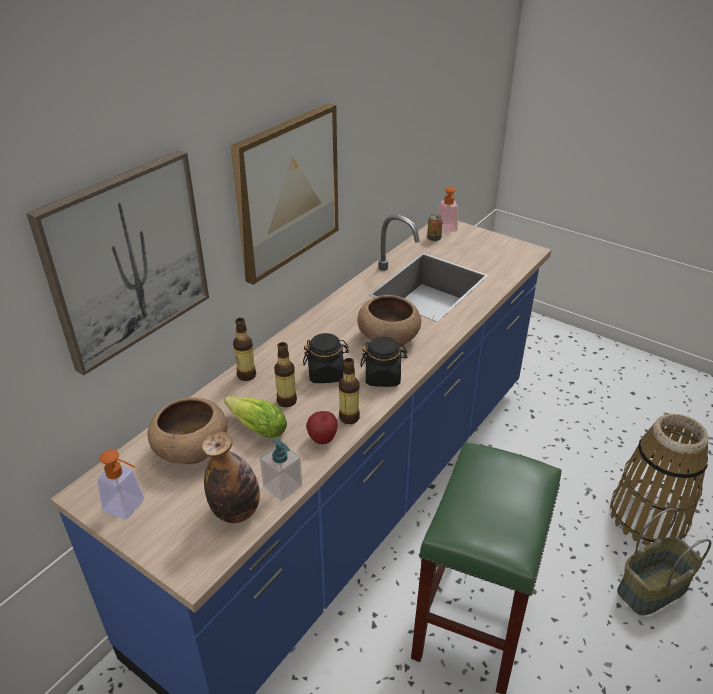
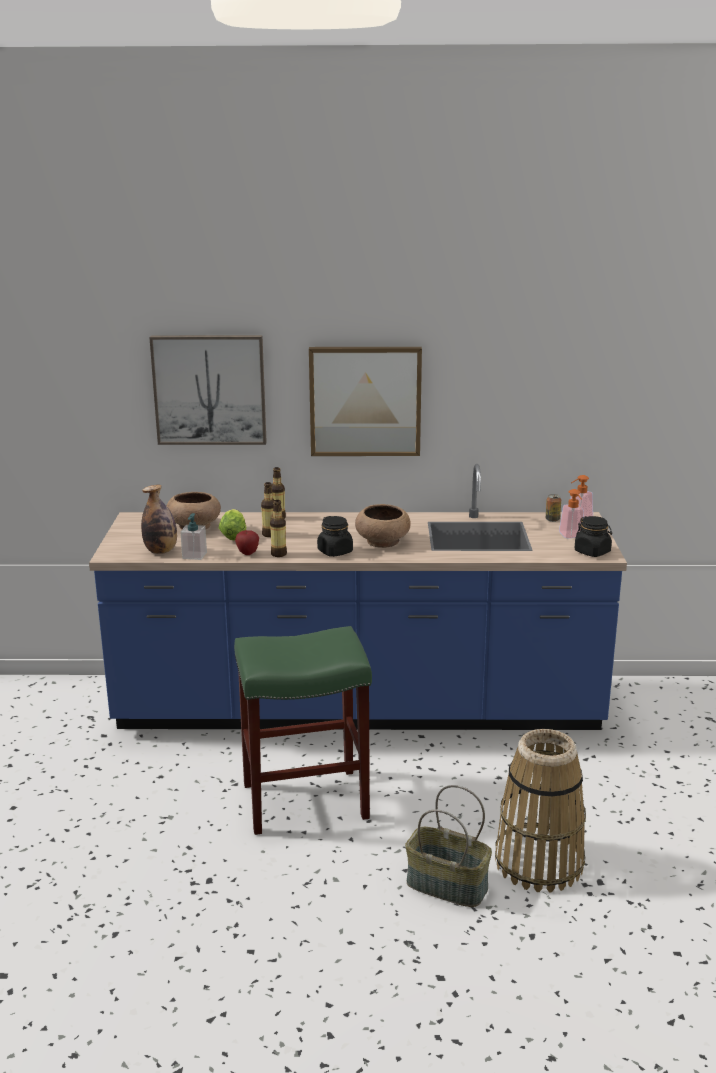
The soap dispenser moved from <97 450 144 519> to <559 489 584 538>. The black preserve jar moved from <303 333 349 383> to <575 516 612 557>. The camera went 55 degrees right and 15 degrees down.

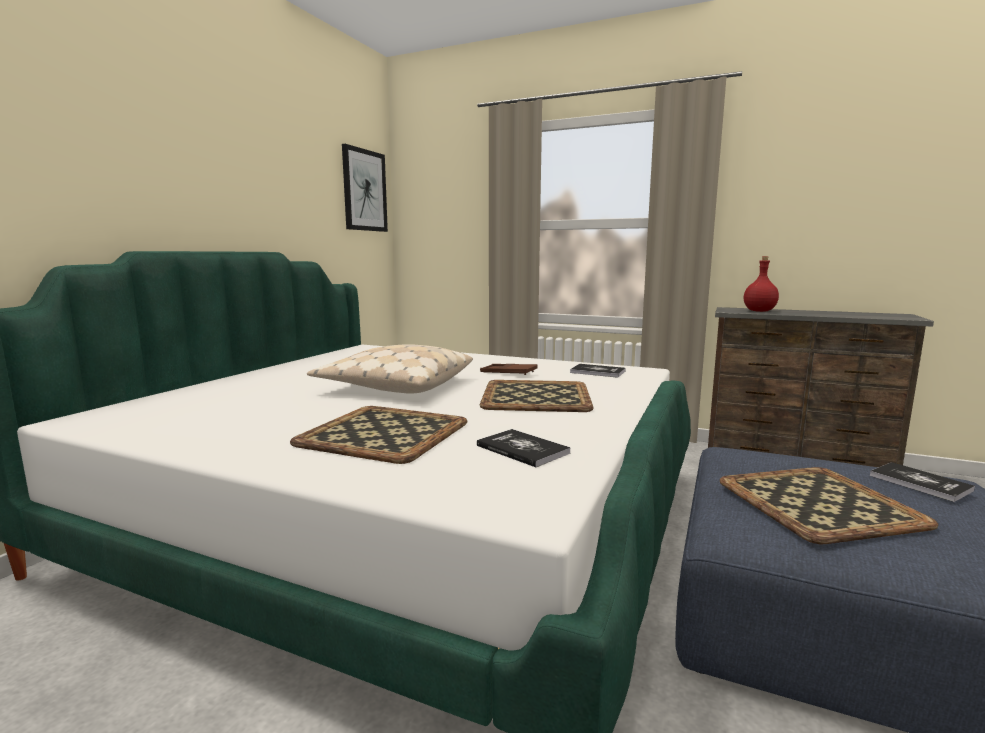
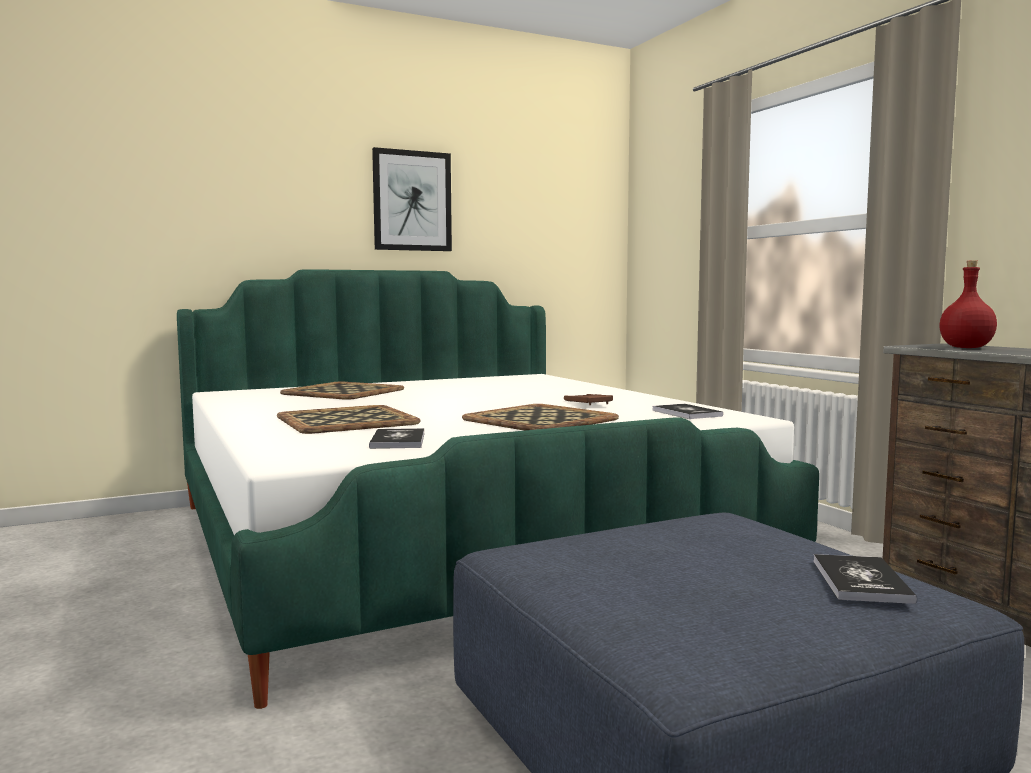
The beige-coloured cushion at <307 344 473 394> disappeared. The wall art moved from <342 144 388 232> to <372 147 452 251>. The tray moved from <720 467 938 544> to <280 382 404 400>. The camera went 40 degrees right and 5 degrees down.

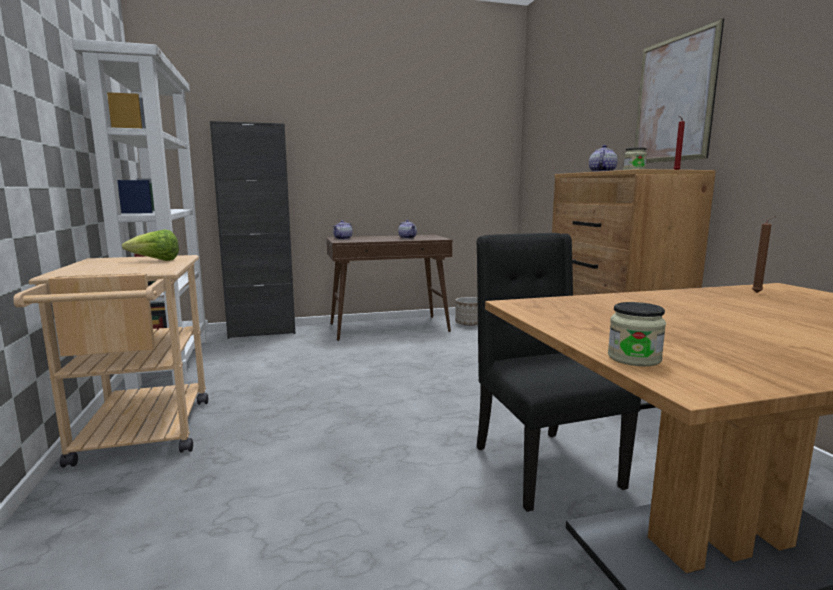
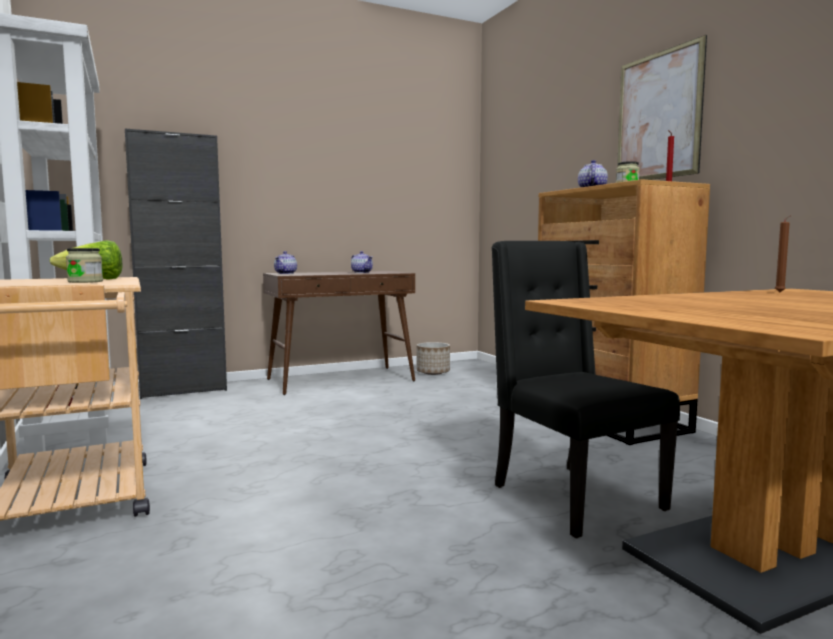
The preserve jar moved from <608 302 666 366> to <66 248 103 283>. The camera went 10 degrees left and 5 degrees down.

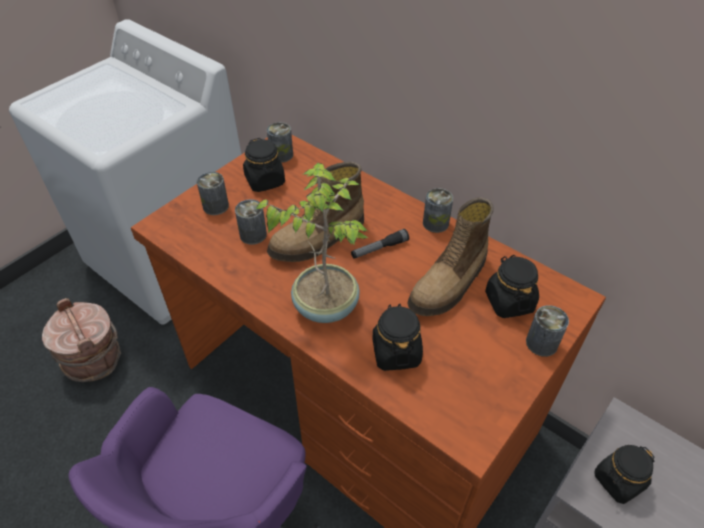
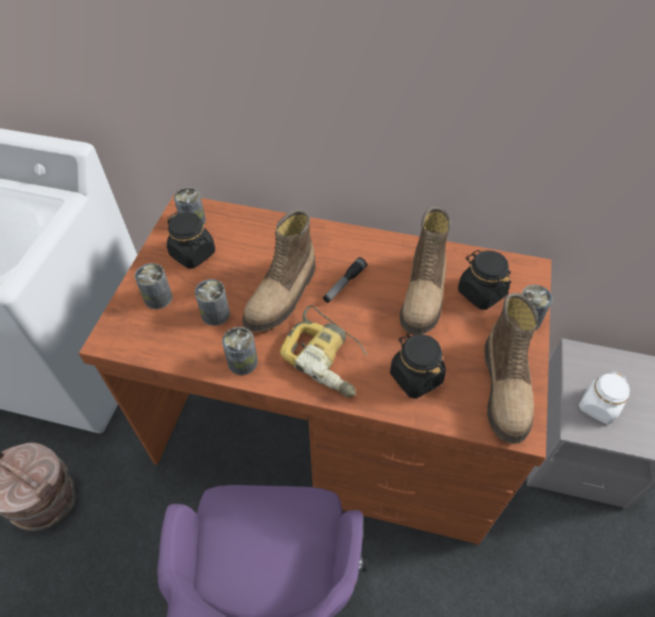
The boot at <484 293 538 444> appeared. The sealed can moved from <423 188 453 233> to <222 327 258 375>. The potted plant at <256 162 369 323> was replaced by the drill at <280 305 368 398>. The black preserve jar at <595 445 654 504> became the white preserve jar at <579 372 630 424>. The camera went 25 degrees left and 5 degrees up.

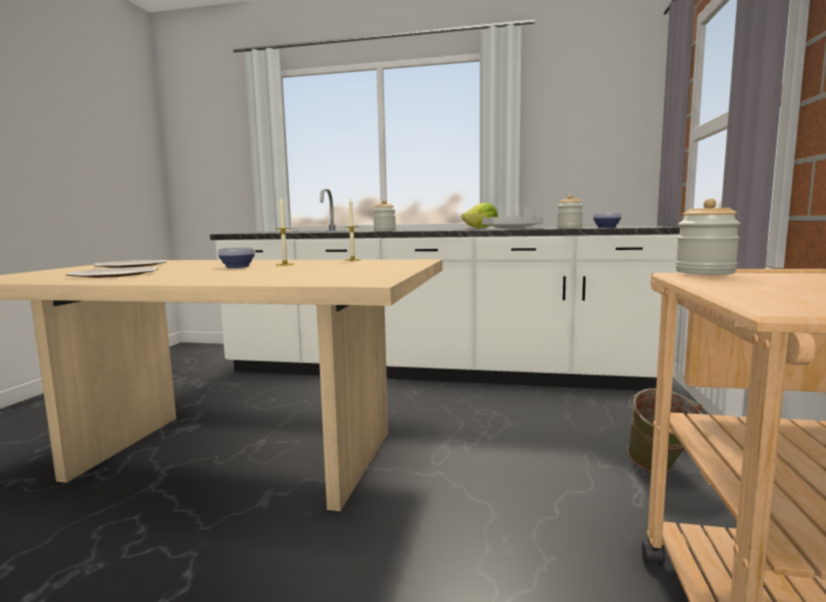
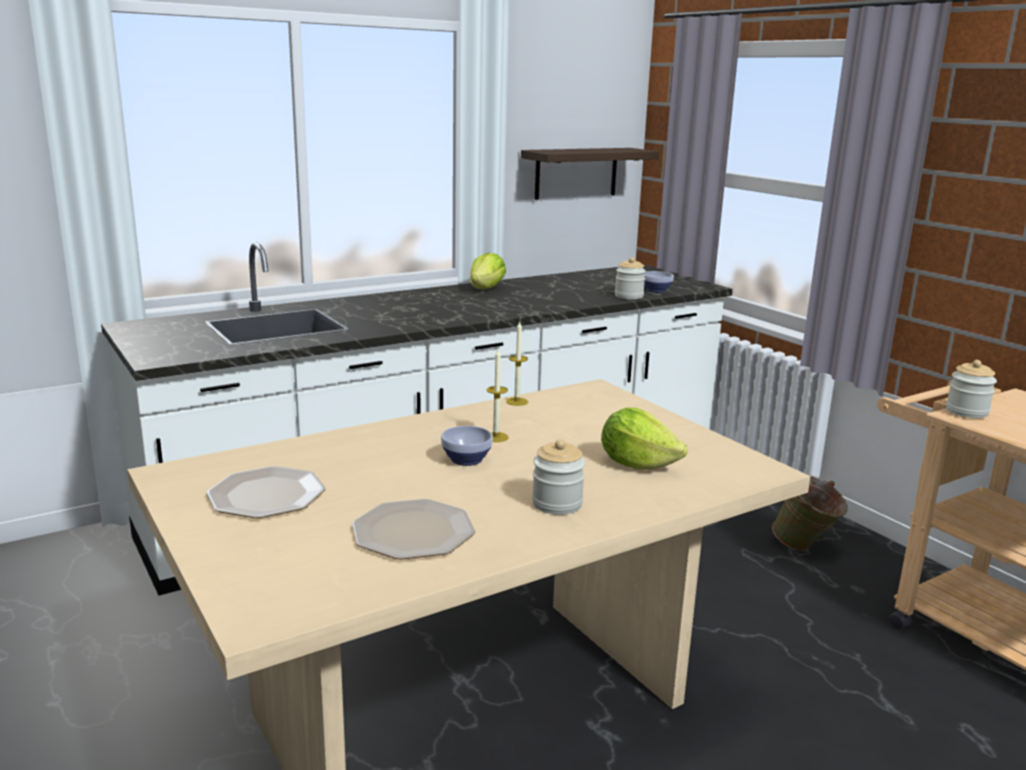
The greyish tray at <482 207 544 229> disappeared. The wall shelf at <521 148 659 200> appeared. The lettuce head at <601 408 688 470> appeared. The preserve jar moved from <373 200 396 231> to <532 439 585 515>. The camera went 45 degrees left and 10 degrees up.

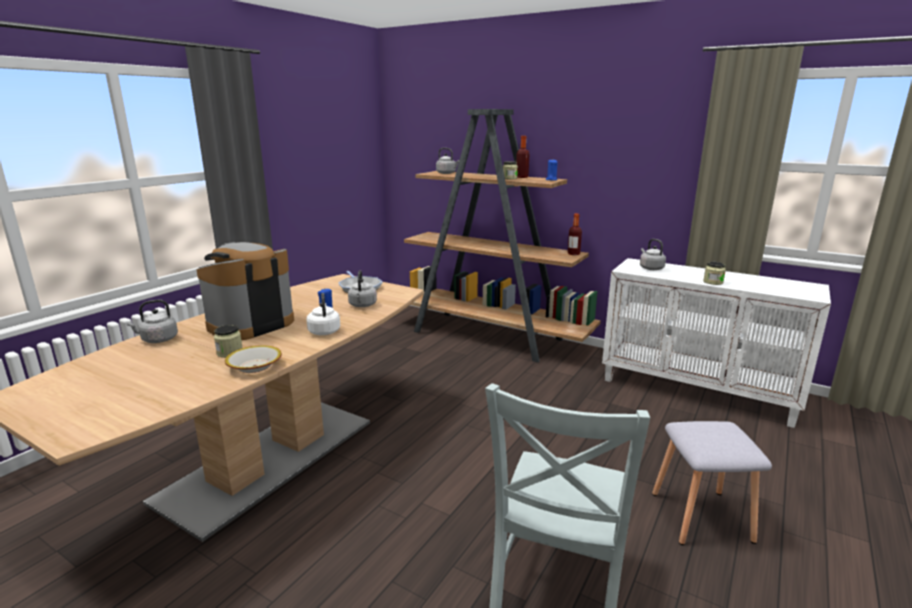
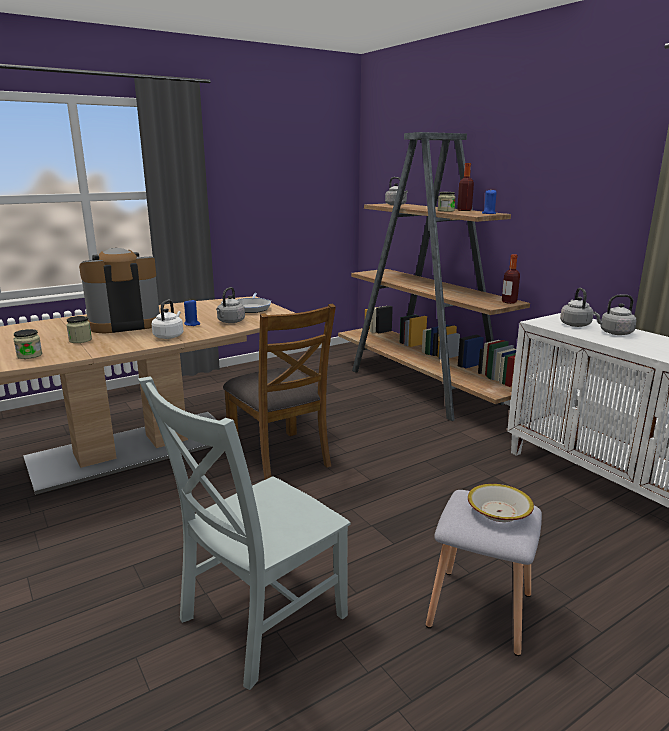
The brown-coloured plain chair at <223 304 336 480> appeared. The greyish water kettle moved from <126 300 178 343> to <593 294 636 335>. The serving bowl moved from <225 345 282 373> to <468 484 534 522>. The preserve jar moved from <703 261 726 285> to <13 329 42 359>. The camera went 25 degrees right and 0 degrees up.

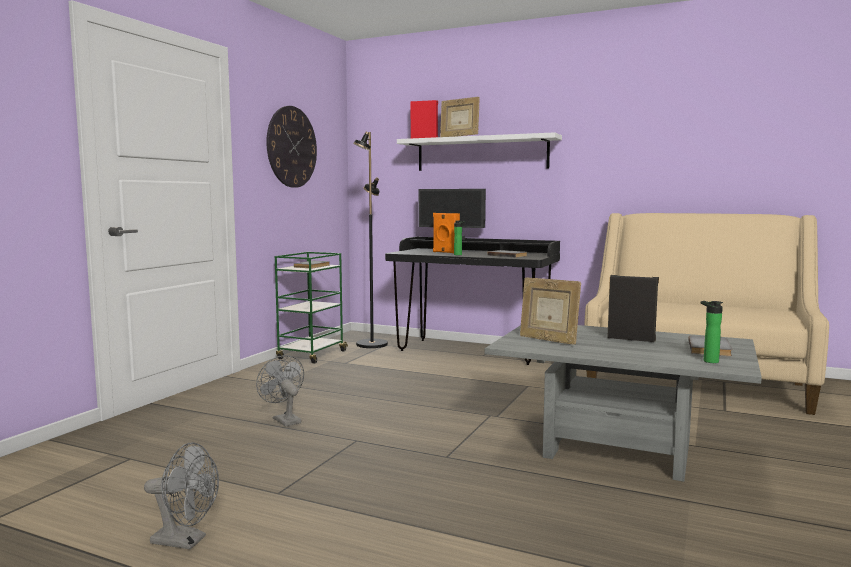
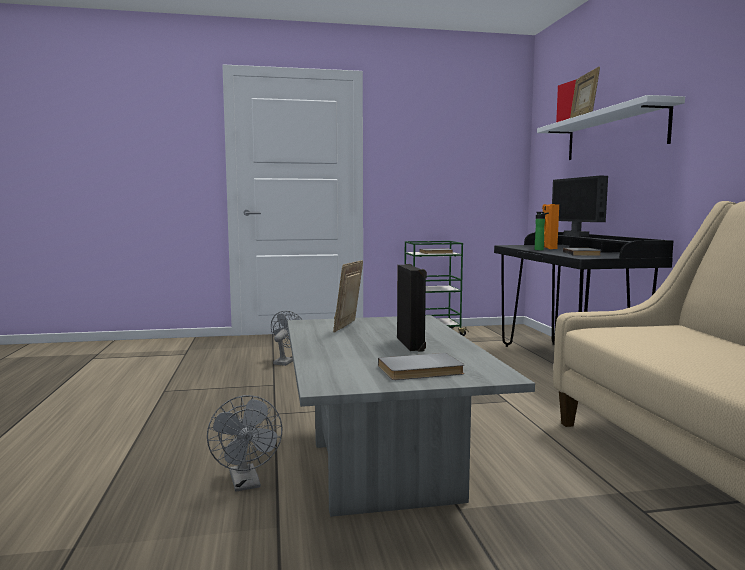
The hanging clock at <266 106 317 188> disappeared. The black standard lamp at <353 132 388 348> disappeared. The beverage bottle at <700 301 723 363> disappeared. The greyish cooling fan moved from <144 442 219 550> to <207 395 283 491>. The camera went 55 degrees right and 0 degrees up.

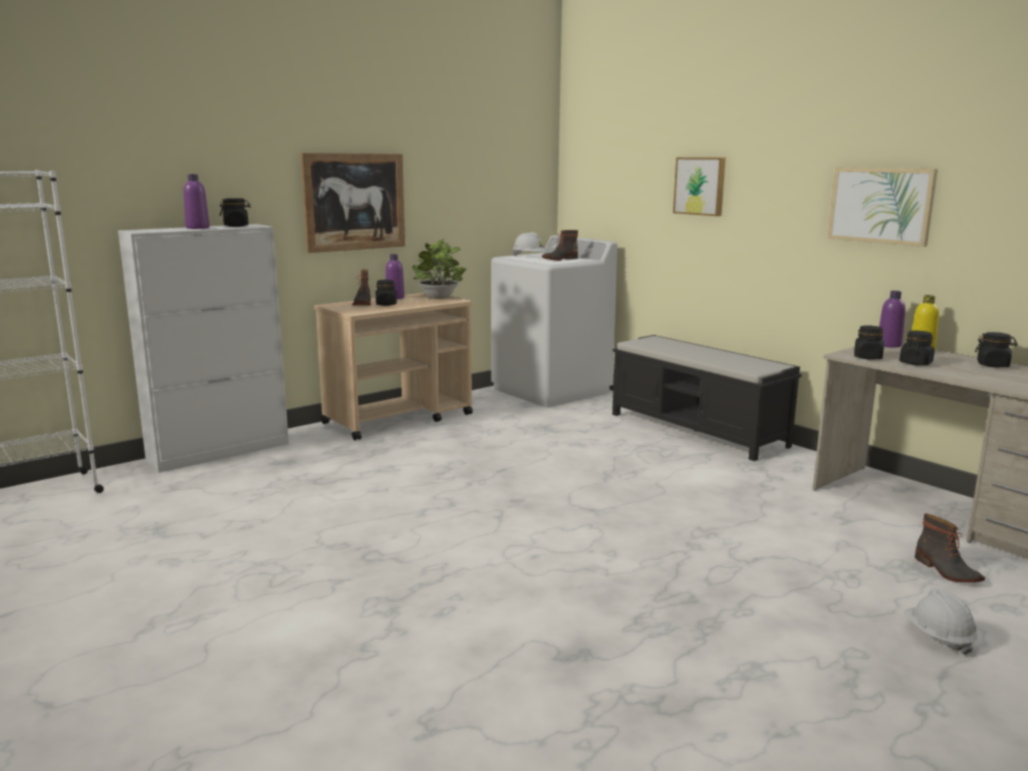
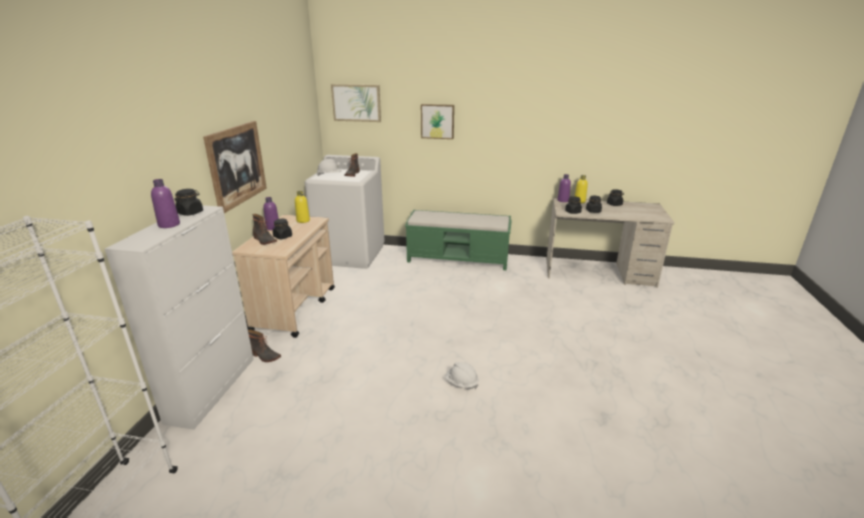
The wall art moved from <827 168 938 247> to <331 84 381 122>. The white safety helmet moved from <904 589 978 655> to <445 362 479 389>. The boot moved from <915 514 985 582> to <248 330 281 362>. The potted plant at <412 239 466 299> was replaced by the yellow-coloured beverage bottle at <295 191 310 223>. The black indoor bench at <612 335 802 461> became the green indoor bench at <405 210 512 270>. The camera went 40 degrees left and 10 degrees up.

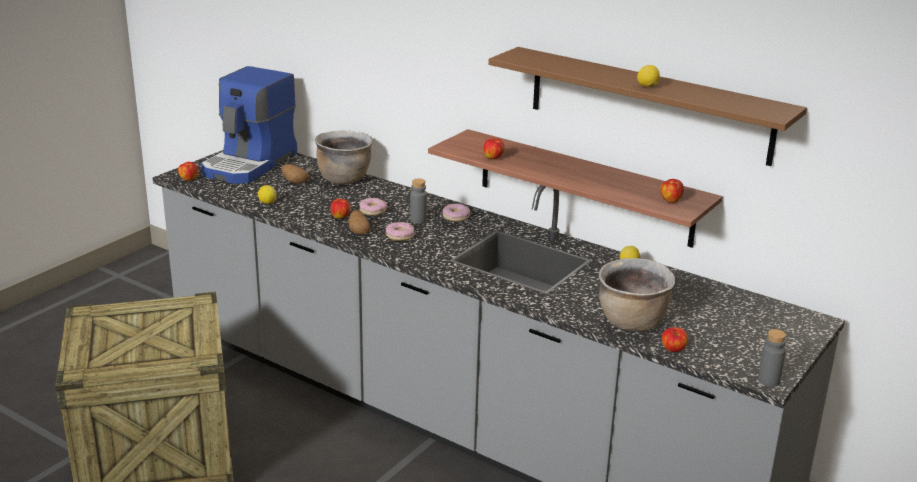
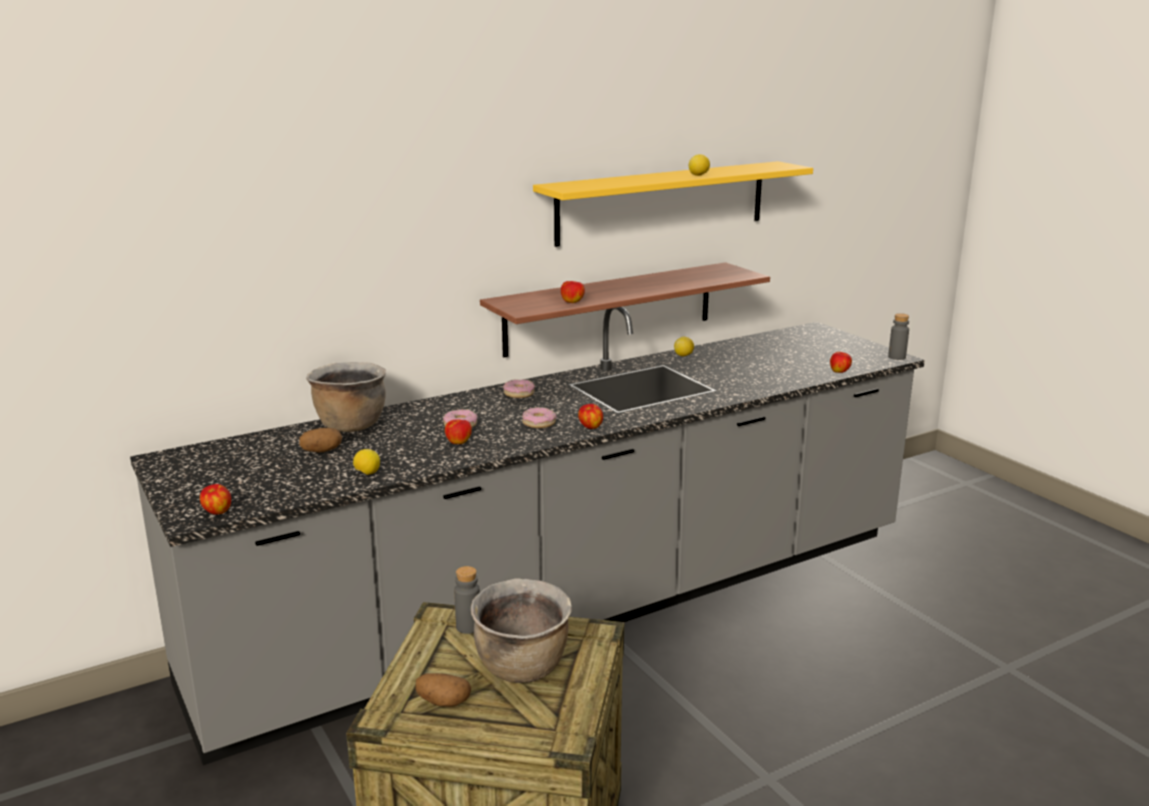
The coffee machine at <201 66 297 184> disappeared. The spud moved from <348 210 370 234> to <415 673 471 707>. The greyish beverage bottle moved from <410 179 427 224> to <454 566 480 634>. The brown-coloured cooking pot moved from <599 258 675 332> to <471 578 572 683>. The apple moved from <660 179 684 203> to <578 404 603 429>. The brown-coloured wall shelf at <488 47 807 166> became the yellow-coloured wall shelf at <533 161 813 247>. The camera went 65 degrees left and 5 degrees down.

